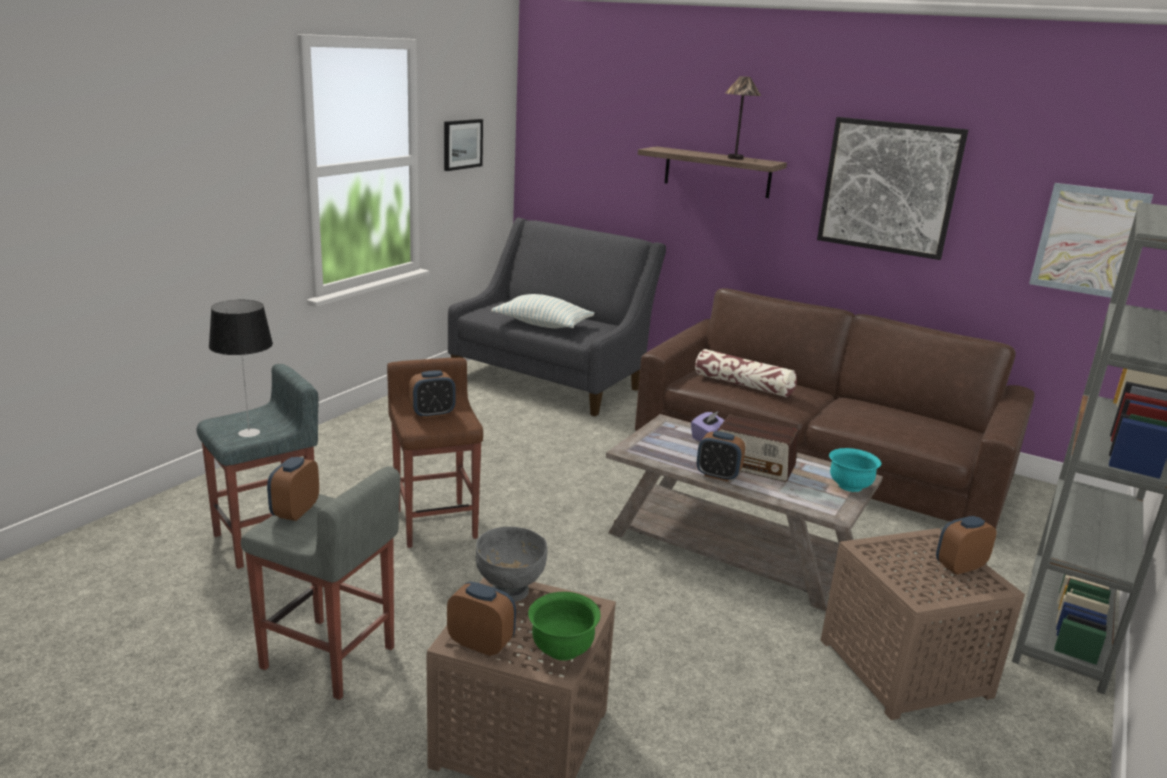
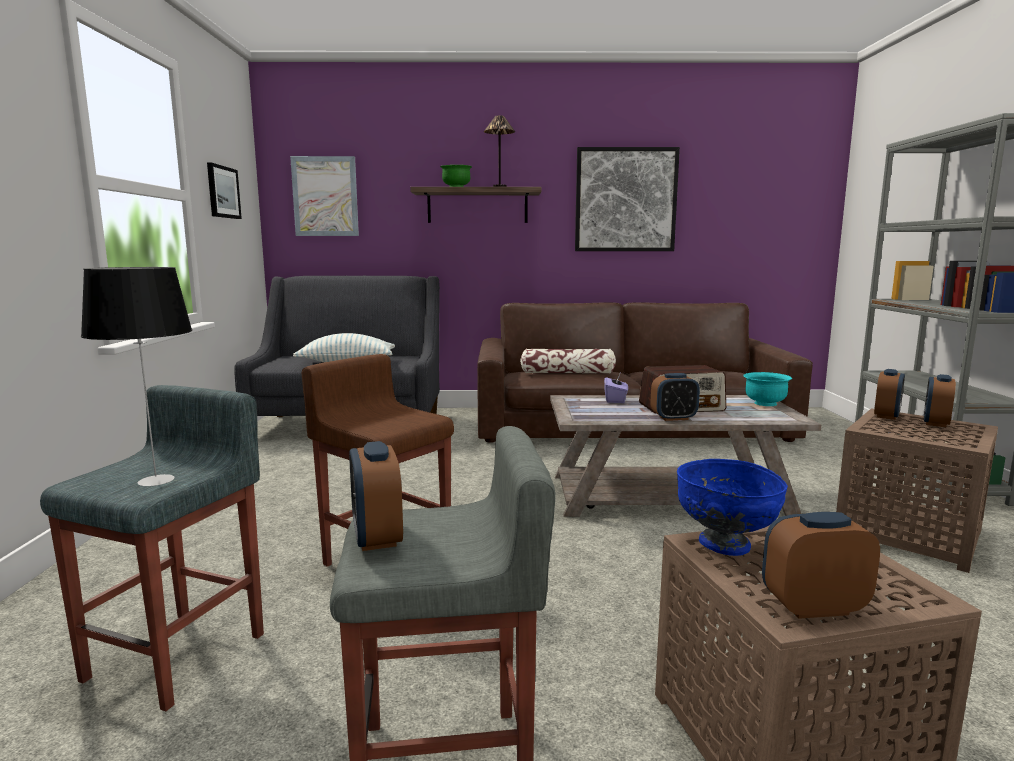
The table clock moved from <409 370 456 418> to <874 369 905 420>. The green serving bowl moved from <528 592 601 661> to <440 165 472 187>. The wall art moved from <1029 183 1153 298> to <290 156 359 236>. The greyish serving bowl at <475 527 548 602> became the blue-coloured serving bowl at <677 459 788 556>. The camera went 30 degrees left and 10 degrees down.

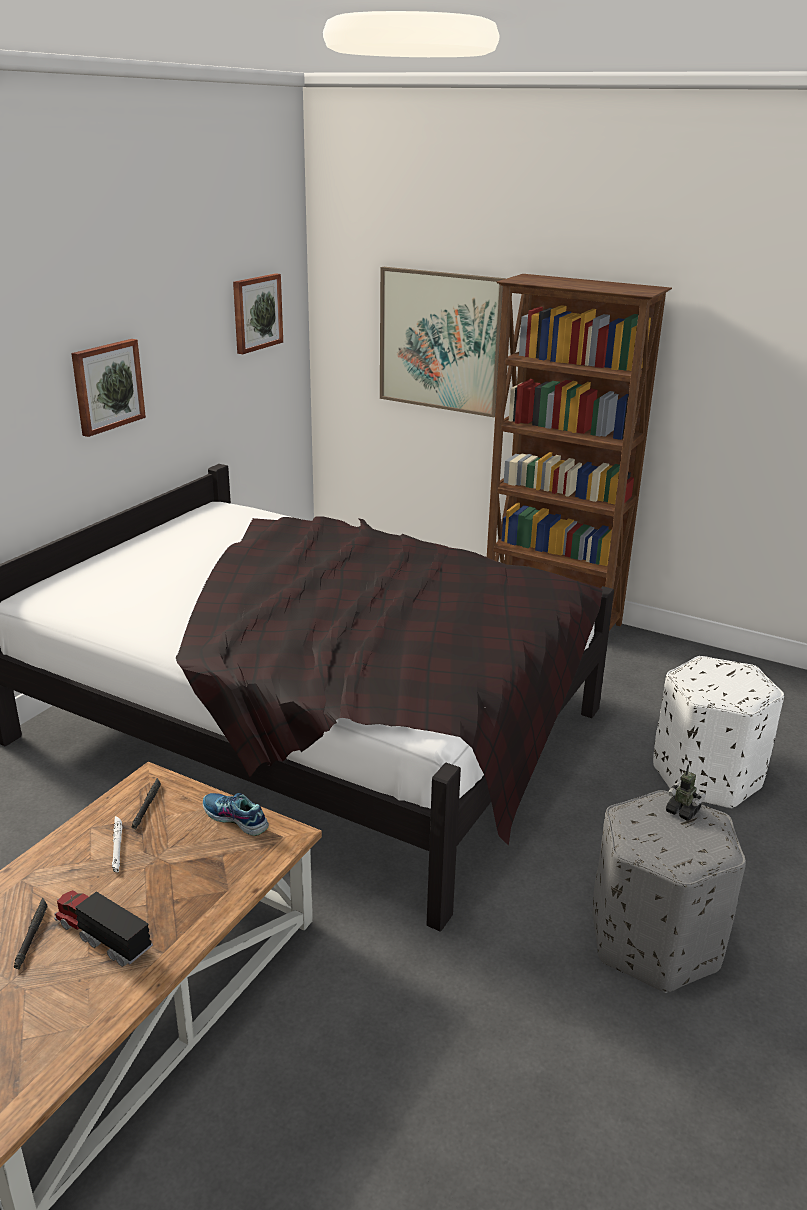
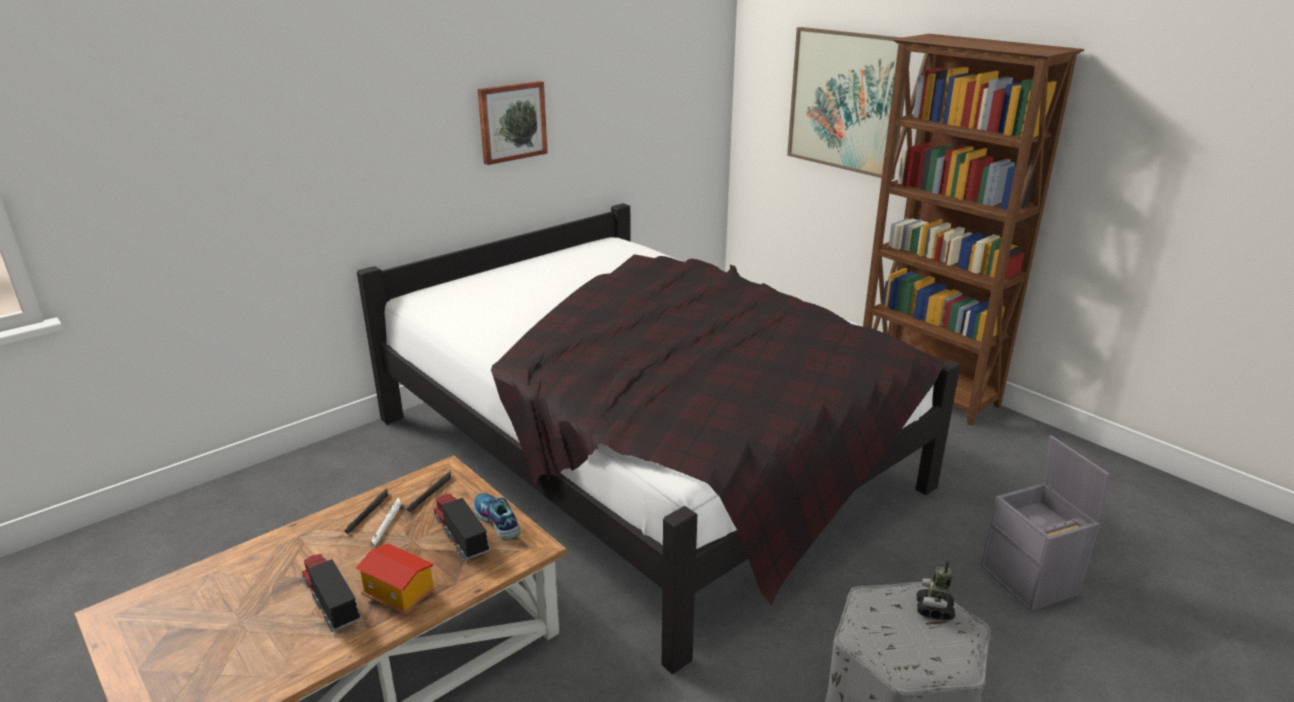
The wall art at <233 273 283 354> disappeared. The miniature house at <355 543 437 615> appeared. The toy truck at <433 494 490 561> appeared. The black torch moved from <14 897 48 969> to <345 488 388 534>. The white footrest at <653 656 784 809> was replaced by the greyish storage container at <981 435 1109 611>. The toy robot at <666 764 706 821> turned 135 degrees counterclockwise. The camera went 20 degrees right and 0 degrees up.

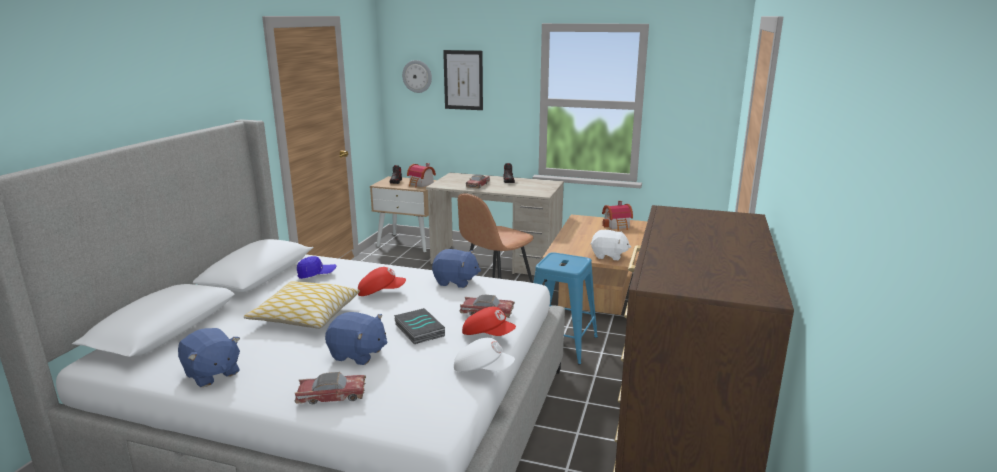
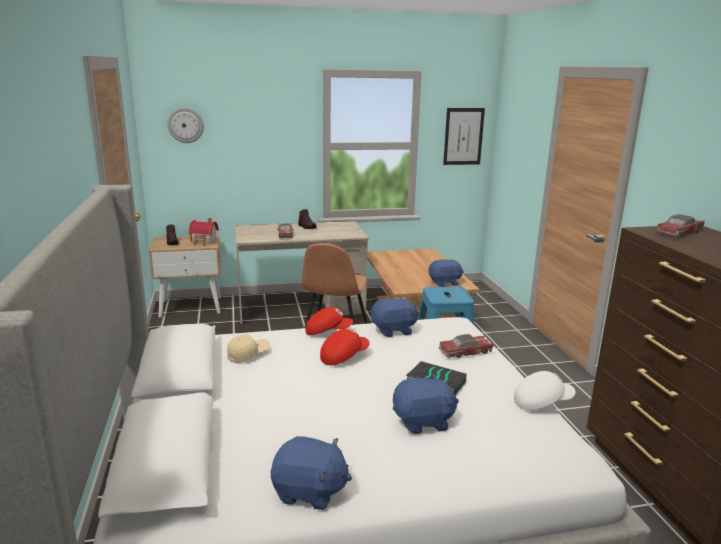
The cushion at <244 281 360 329> disappeared. The miniature house at <602 201 633 231> disappeared. The miniature car moved from <295 372 366 404> to <656 214 705 238>. The wall art moved from <443 50 483 110> to <443 108 485 165>. The red baseball cap moved from <462 307 516 336> to <306 307 353 335>. The blue-coloured baseball cap at <297 256 336 279> became the beige-coloured baseball cap at <227 334 270 363>. The white cuddly toy at <591 230 631 260> became the blue-coloured cuddly toy at <428 259 464 287>. The camera went 30 degrees left and 0 degrees up.

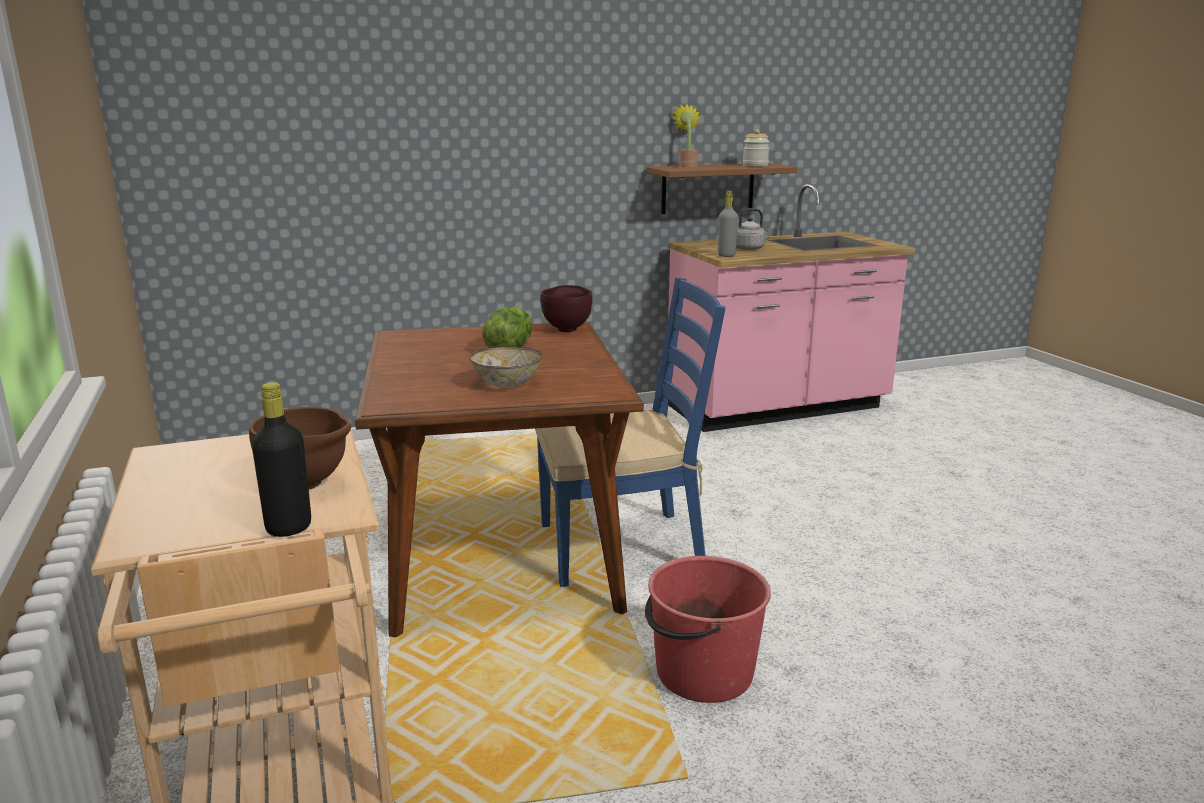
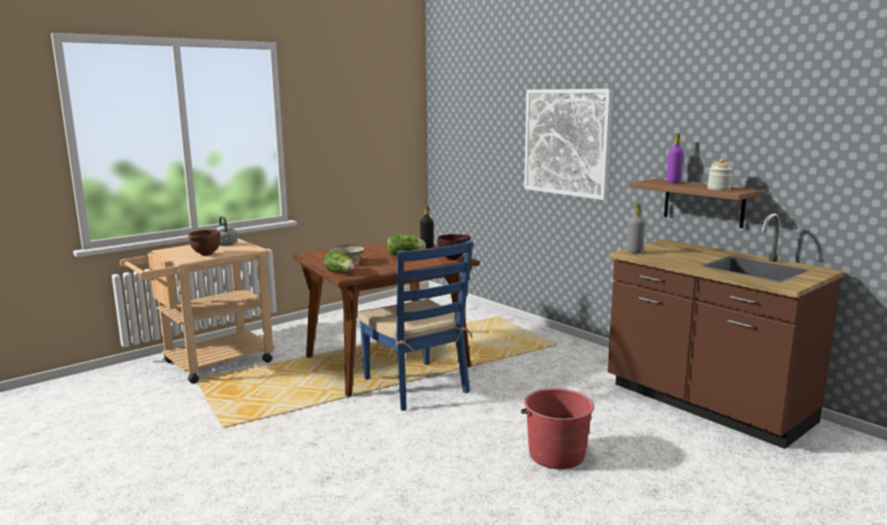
The lettuce head at <324 250 354 272> appeared. The wall art at <524 89 613 200> appeared. The black beverage bottle moved from <252 382 311 537> to <420 206 434 248>. The red water bucket moved from <645 556 771 703> to <521 388 594 469>. The greyish water kettle moved from <736 208 775 250> to <216 216 238 246>. The potted plant at <672 104 700 167> was replaced by the purple beverage bottle at <667 134 684 183>. The pink-coloured counter at <668 184 915 432> became the brown-coloured counter at <608 213 845 449>. The camera went 70 degrees right and 5 degrees down.

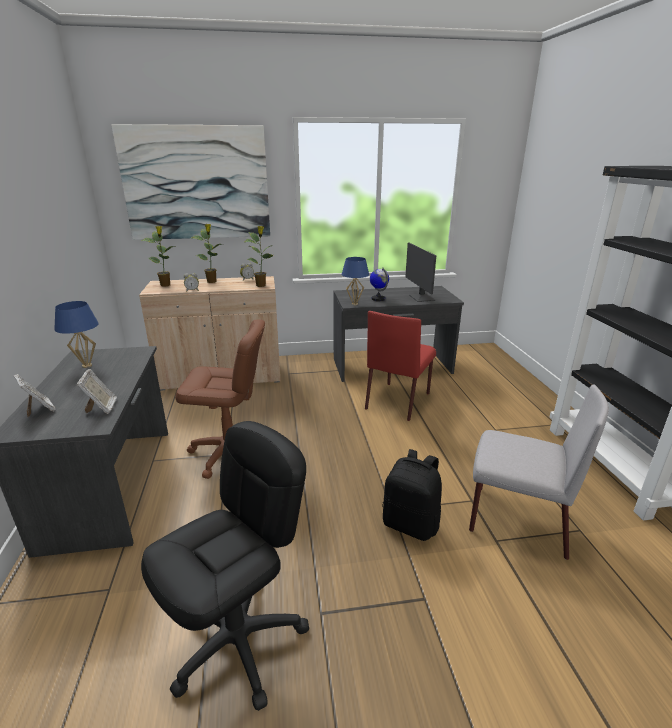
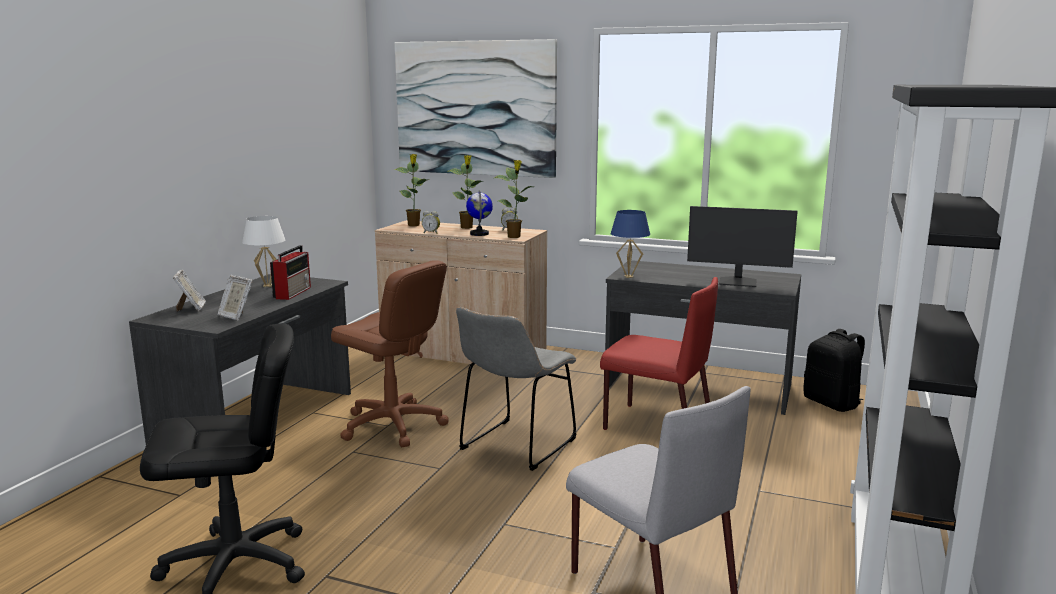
The radio at <270 245 311 300> appeared. The greyish plain chair at <456 307 577 471> appeared. The globe moved from <370 268 389 301> to <466 190 493 236>. The black backpack moved from <382 449 442 541> to <803 329 865 412>. The blue-coloured tabletop lamp at <54 301 99 368> became the white tabletop lamp at <242 216 286 287>. The picture frame at <77 369 117 414> turned 105 degrees clockwise. The red plain chair at <365 311 436 421> turned 120 degrees counterclockwise. The computer screen at <405 242 436 302> turned 90 degrees counterclockwise. The camera went 30 degrees right and 10 degrees down.

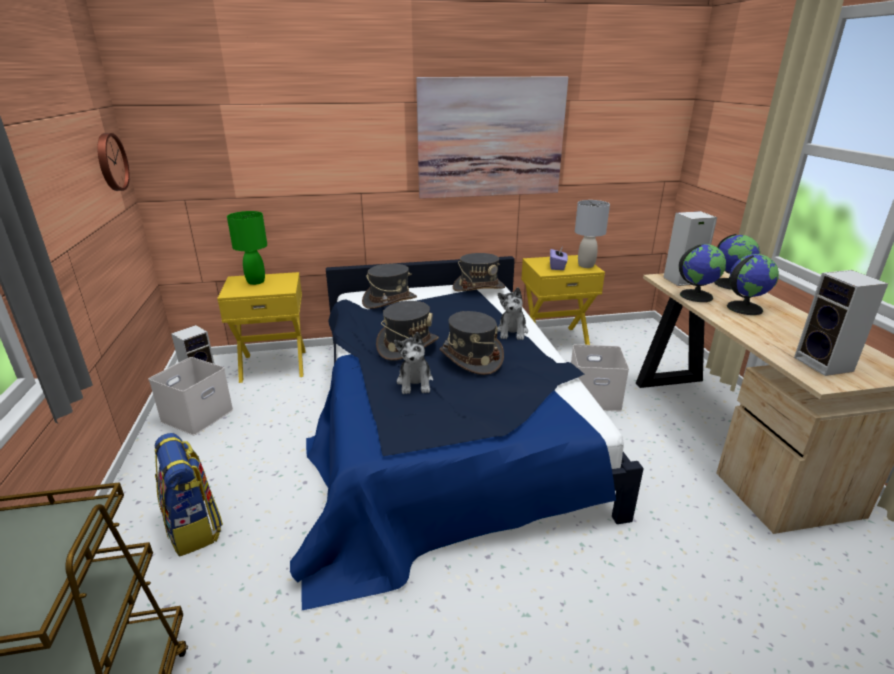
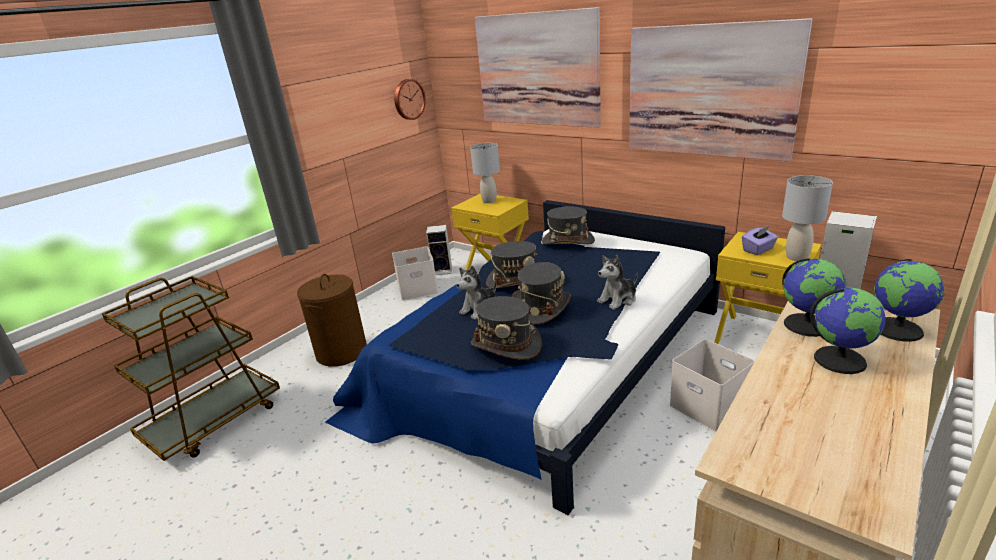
The audio speaker at <794 270 888 376> disappeared. The wall art at <475 7 601 128> appeared. The greyish wearable hat moved from <453 253 505 291> to <471 296 542 360>. The backpack at <155 433 223 556> was replaced by the brown-coloured hamper at <297 274 367 367>. The green tabletop lamp at <227 211 267 285> became the greyish tabletop lamp at <470 143 500 203>. The camera went 50 degrees right and 0 degrees up.

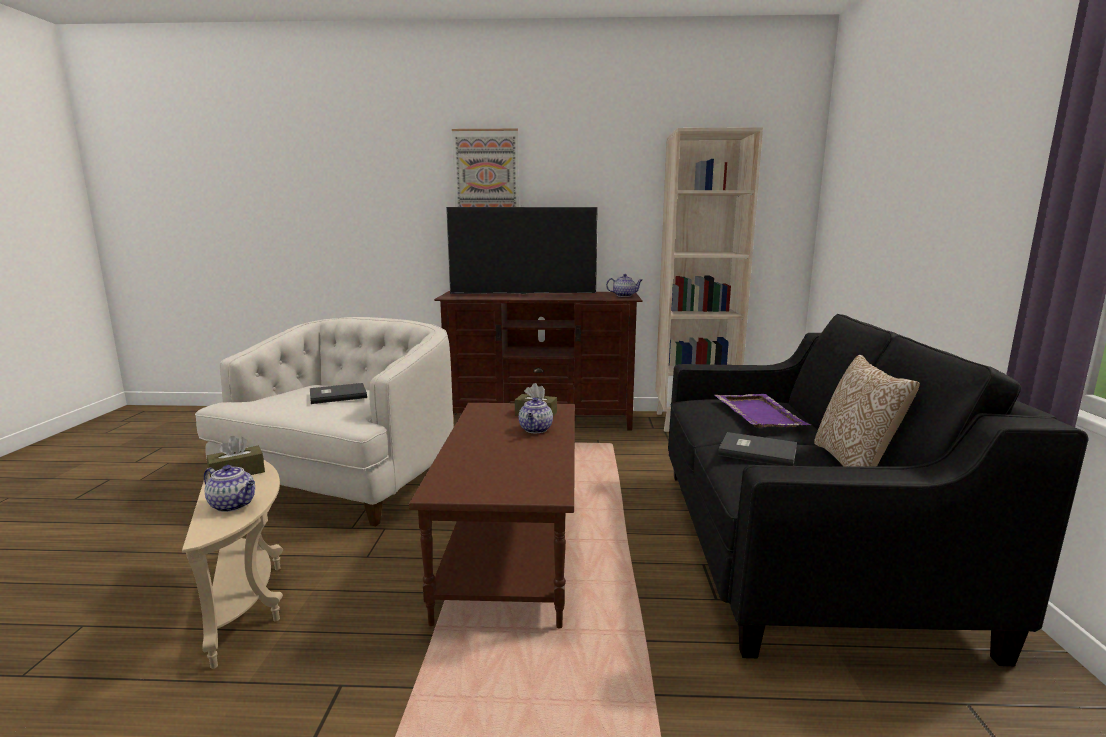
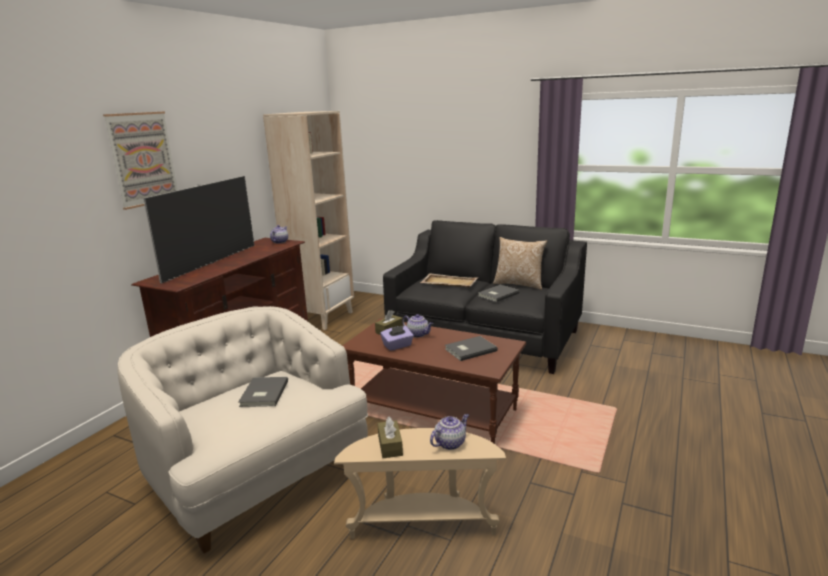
The purple tissue holder at <380 325 414 351> appeared. The greyish bound book at <445 336 498 361> appeared. The purple tray at <715 394 811 428> became the beige-coloured tray at <420 273 478 288>. The camera went 65 degrees left and 5 degrees up.

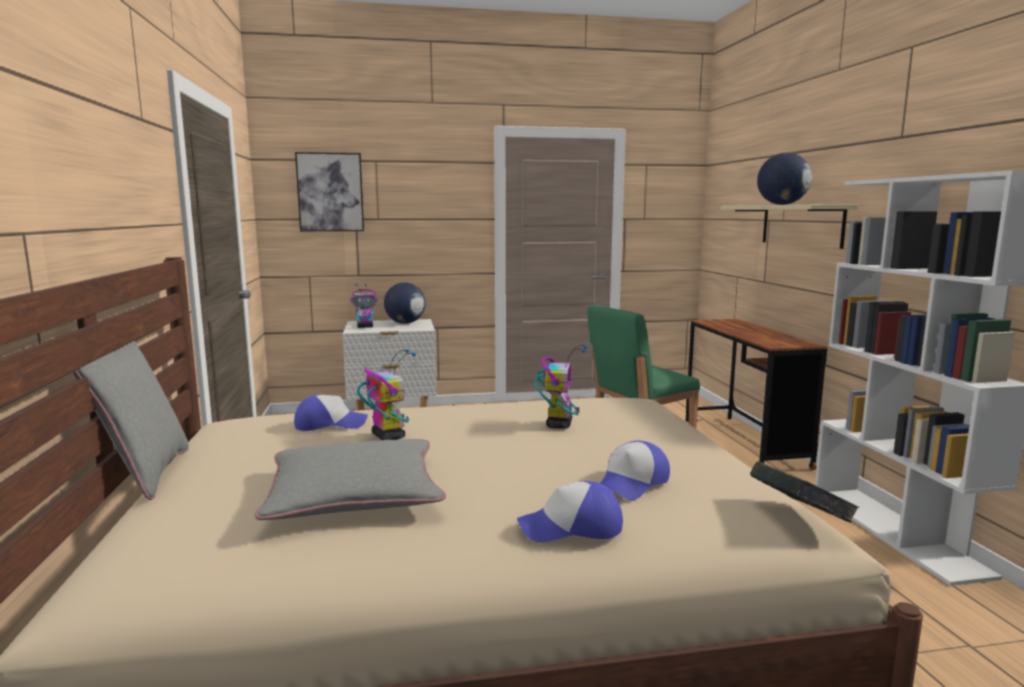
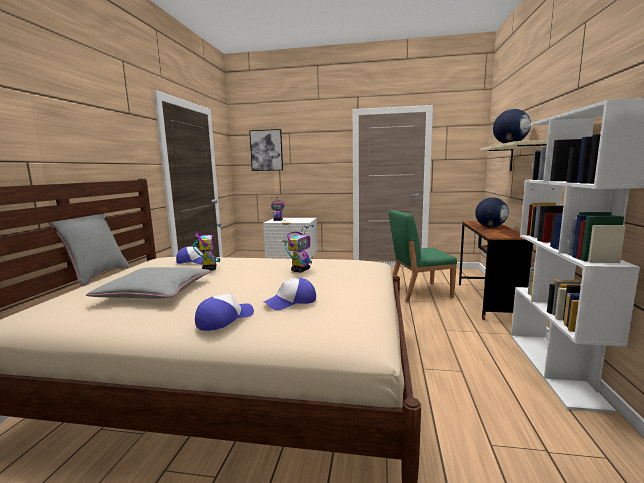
The bound book at <750 461 859 523> disappeared. The globe moved from <384 283 426 324> to <475 197 509 227>. The baseball cap at <517 481 623 542> turned 120 degrees clockwise. The camera went 20 degrees right and 0 degrees up.

